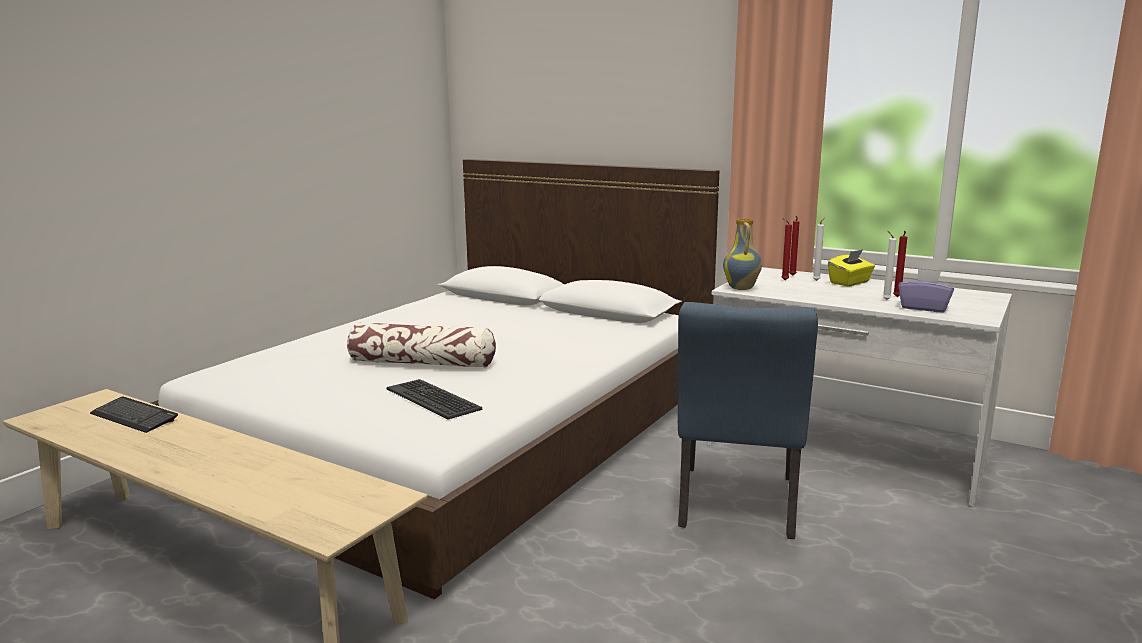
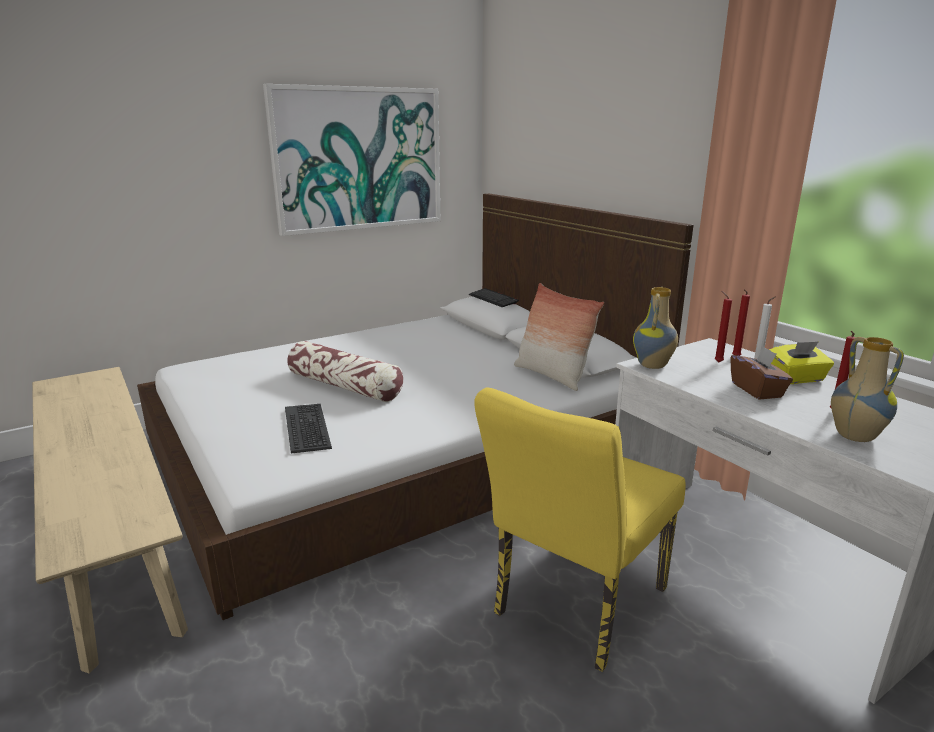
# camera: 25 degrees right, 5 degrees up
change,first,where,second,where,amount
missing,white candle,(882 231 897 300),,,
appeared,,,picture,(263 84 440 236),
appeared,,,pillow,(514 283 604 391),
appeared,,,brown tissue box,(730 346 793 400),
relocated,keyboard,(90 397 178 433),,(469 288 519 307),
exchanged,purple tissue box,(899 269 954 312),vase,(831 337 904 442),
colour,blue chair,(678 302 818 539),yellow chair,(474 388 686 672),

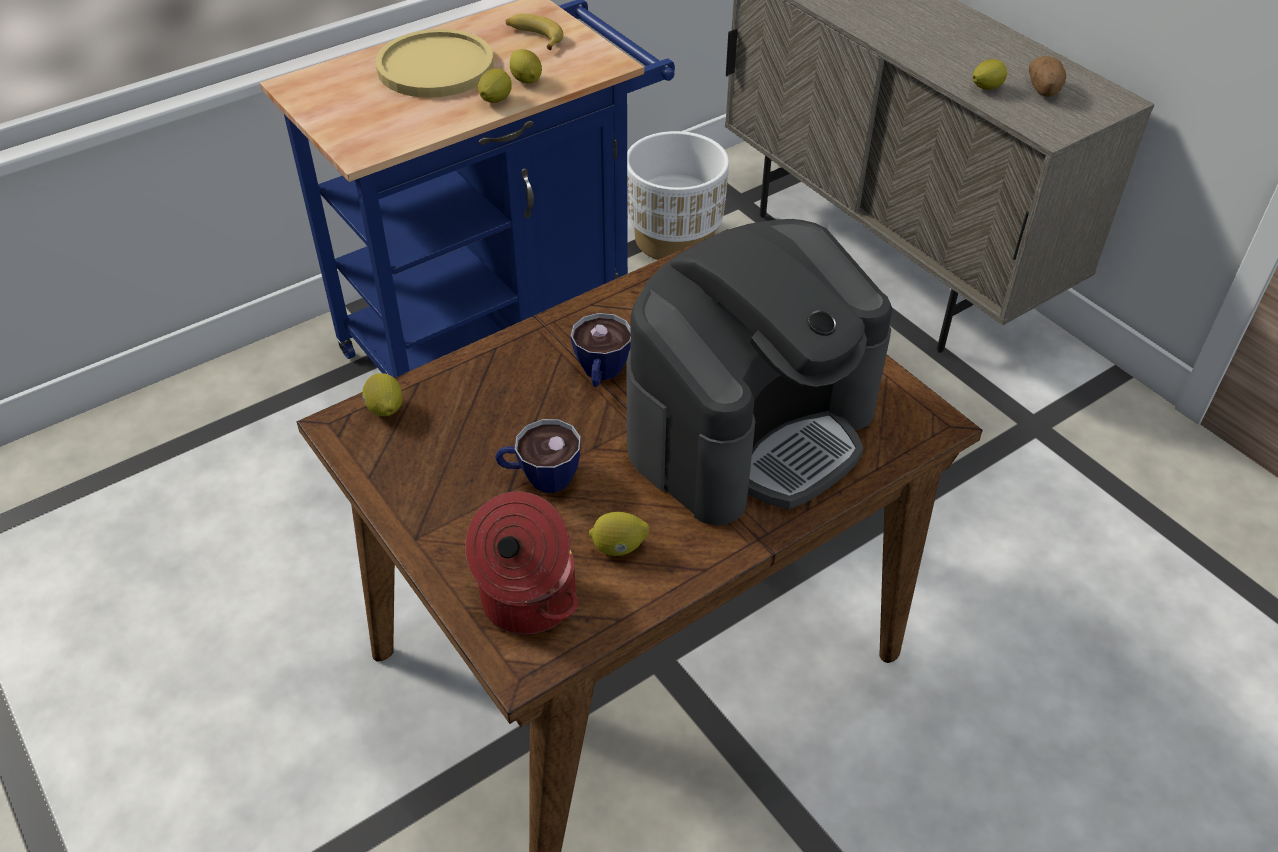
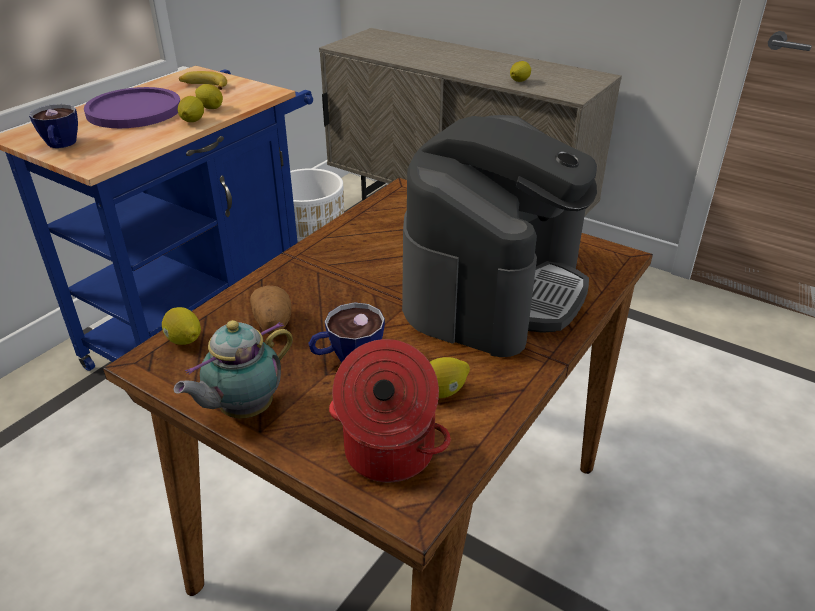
# camera: 20 degrees left, 10 degrees down
change,first,where,second,where,amount
appeared,,,teapot,(174 320 293 418),
relocated,cup,(571 313 630 387),,(29 104 78 148),
relocated,potato,(1029 56 1066 97),,(250 285 291 334),
colour,yellow plate,(376 29 494 98),purple plate,(84 87 180 128),

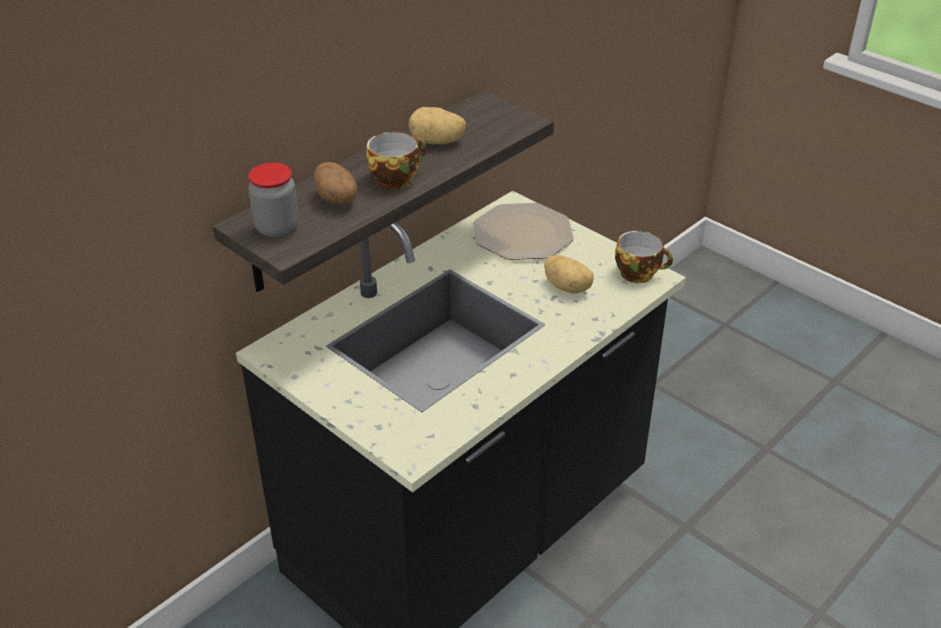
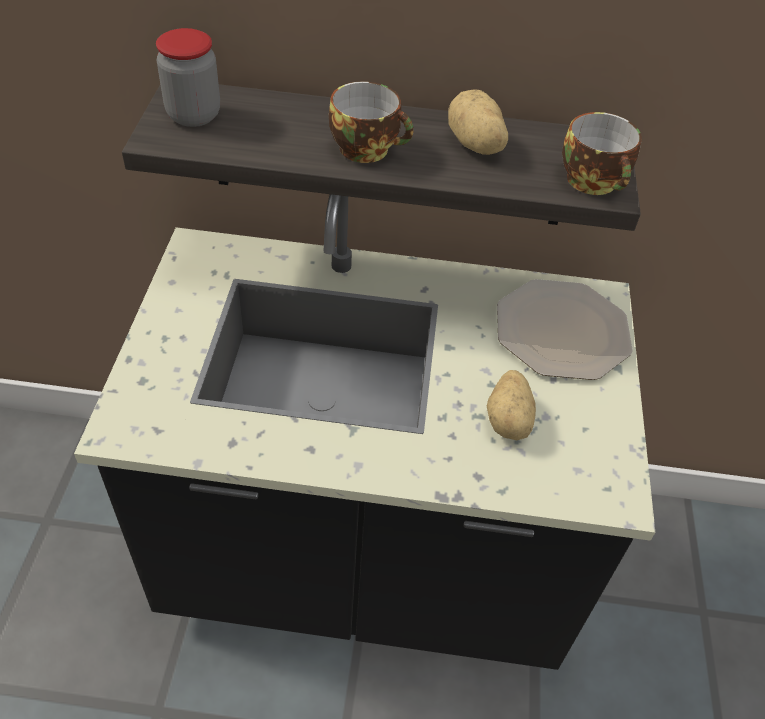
# camera: 50 degrees right, 10 degrees up
change,first,where,second,where,amount
missing,potato,(314 162 358 205),,,
relocated,cup,(615 231 673 283),,(562 112 642 195),

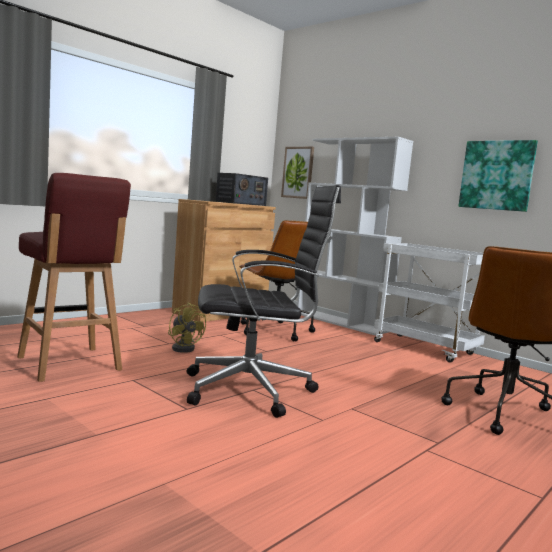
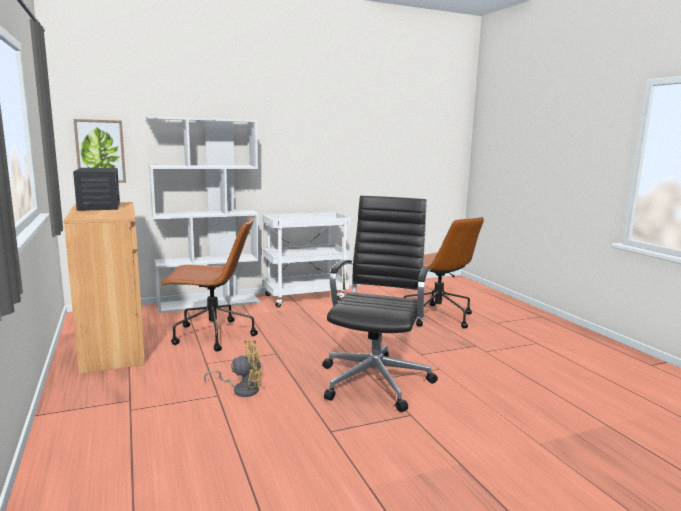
# camera: 65 degrees left, 5 degrees up
change,first,where,second,where,amount
missing,red stool,(17 173 131 382),,,
missing,picture,(458 140 538 212),,,

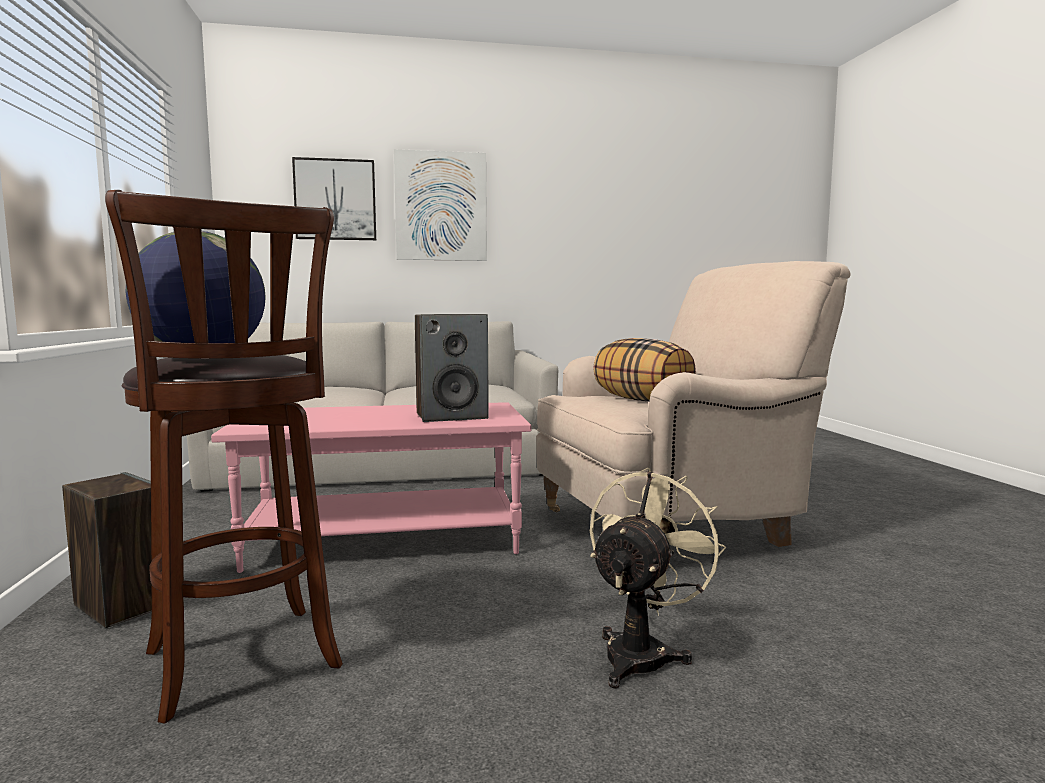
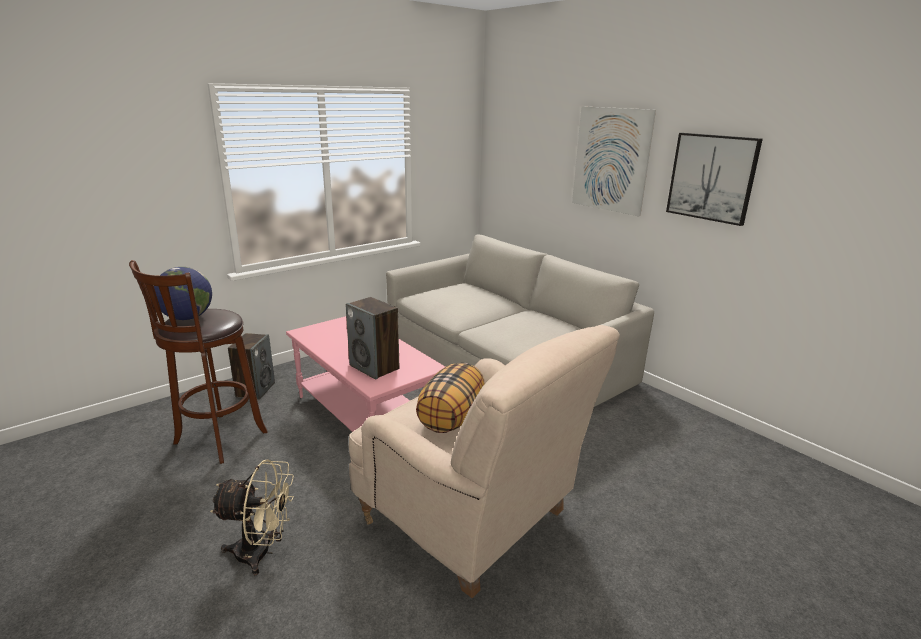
# camera: 60 degrees right, 15 degrees up
change,first,where,second,where,amount
relocated,picture,(292 157 376 240),,(666 133 763 226),

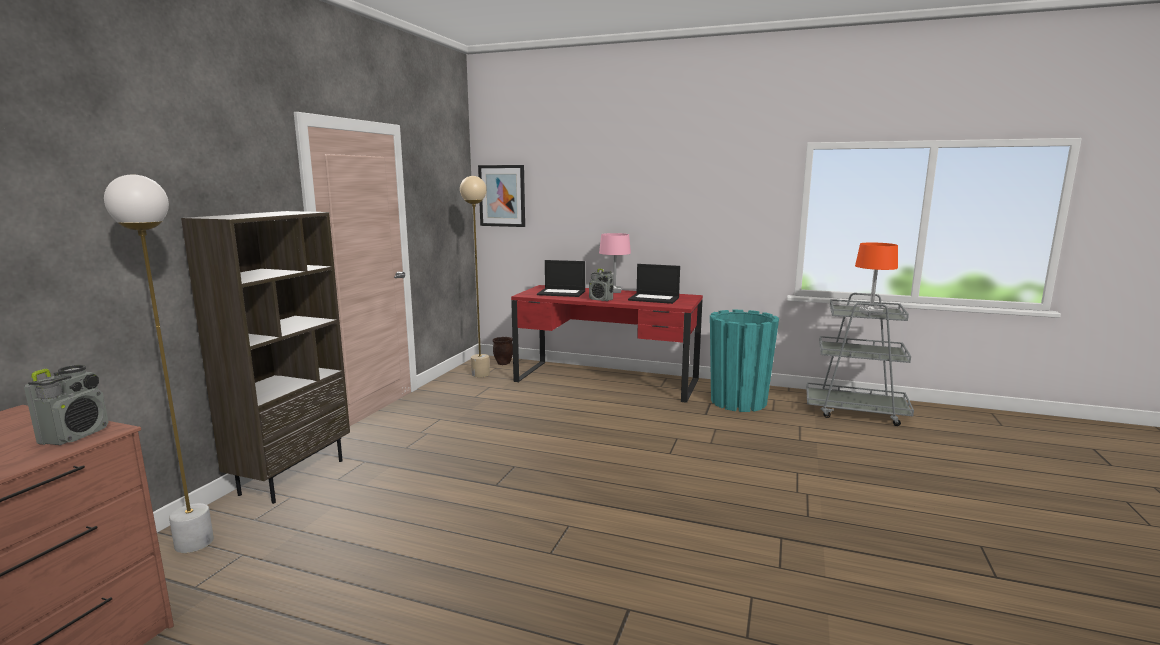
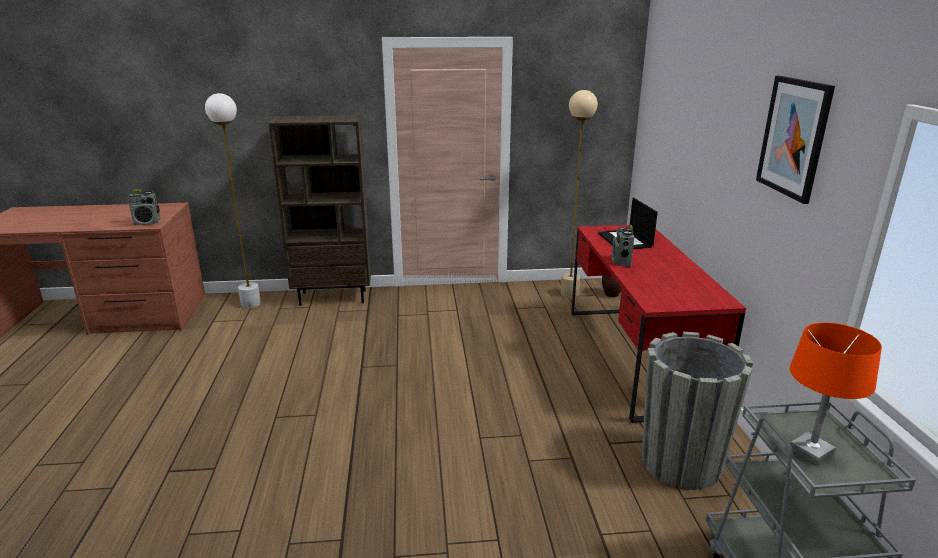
# camera: 65 degrees right, 10 degrees up
change,first,where,second,where,amount
missing,pink table lamp,(599 233 631 293),,,
missing,laptop,(628 264 680 304),,,
relocated,picture,(478 165 525 227),,(756 76 835 204),
colour,turquoise planter,(710 310 779 412),grey planter,(642 332 753 490),

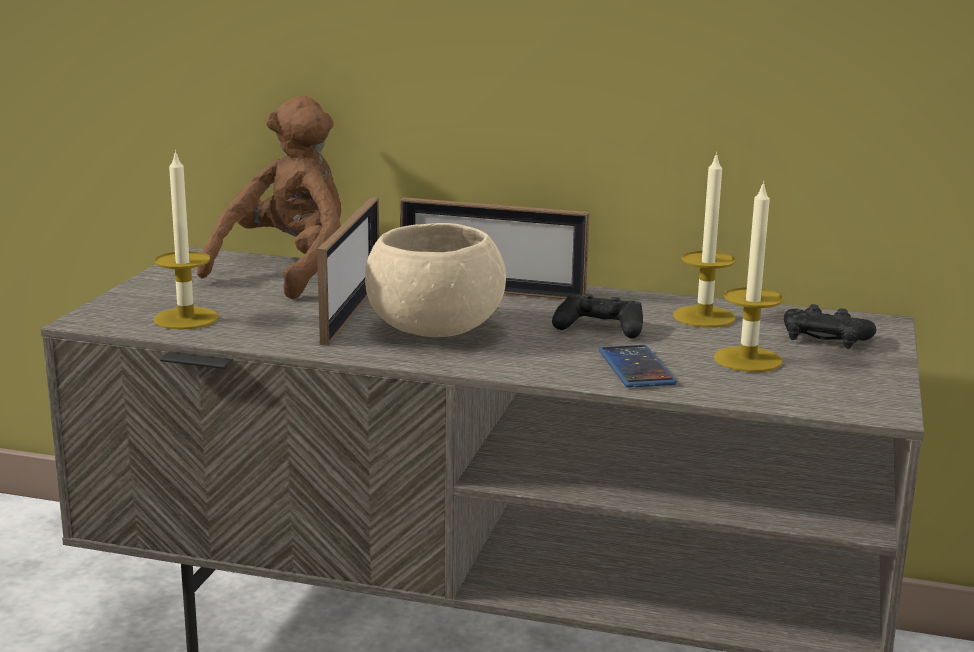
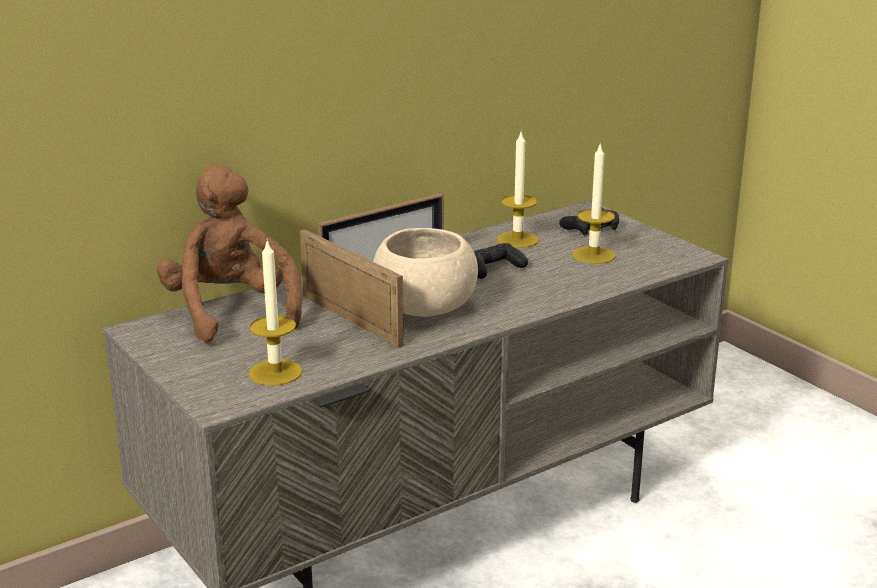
# camera: 50 degrees left, 5 degrees up
change,first,where,second,where,amount
missing,phone,(598 345 677 388),,,

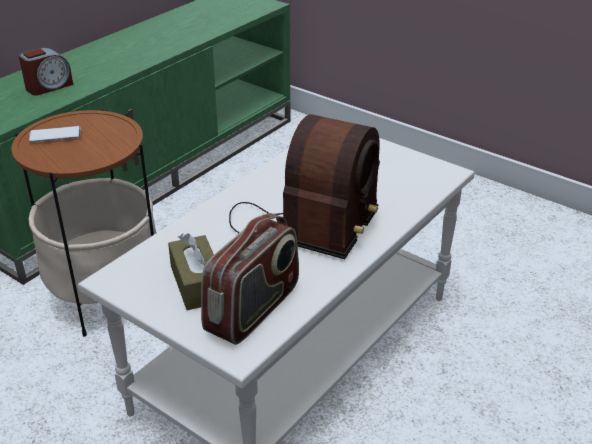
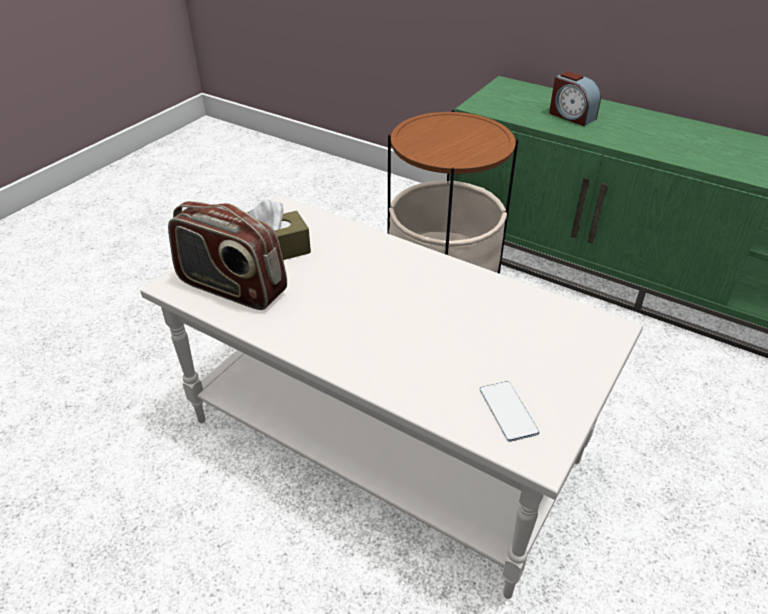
# camera: 85 degrees right, 5 degrees up
change,first,where,second,where,amount
missing,radio,(229 114 380 259),,,
relocated,phone,(29 126 81 142),,(480 381 540 442),

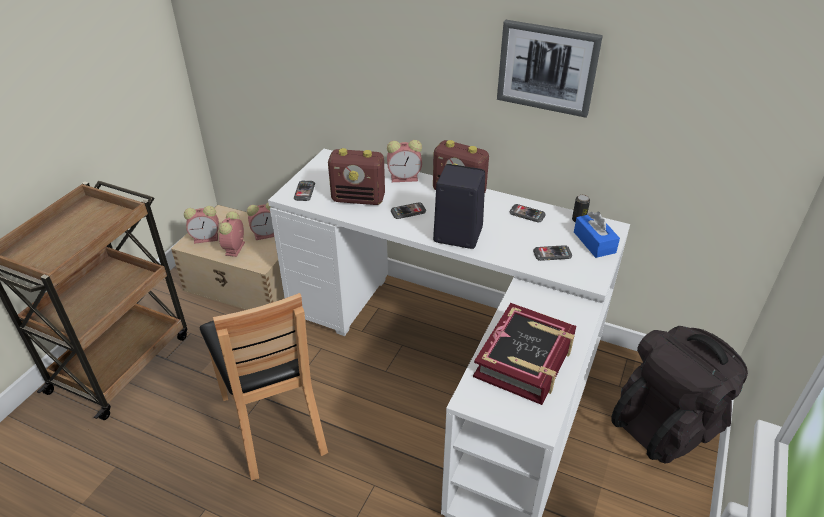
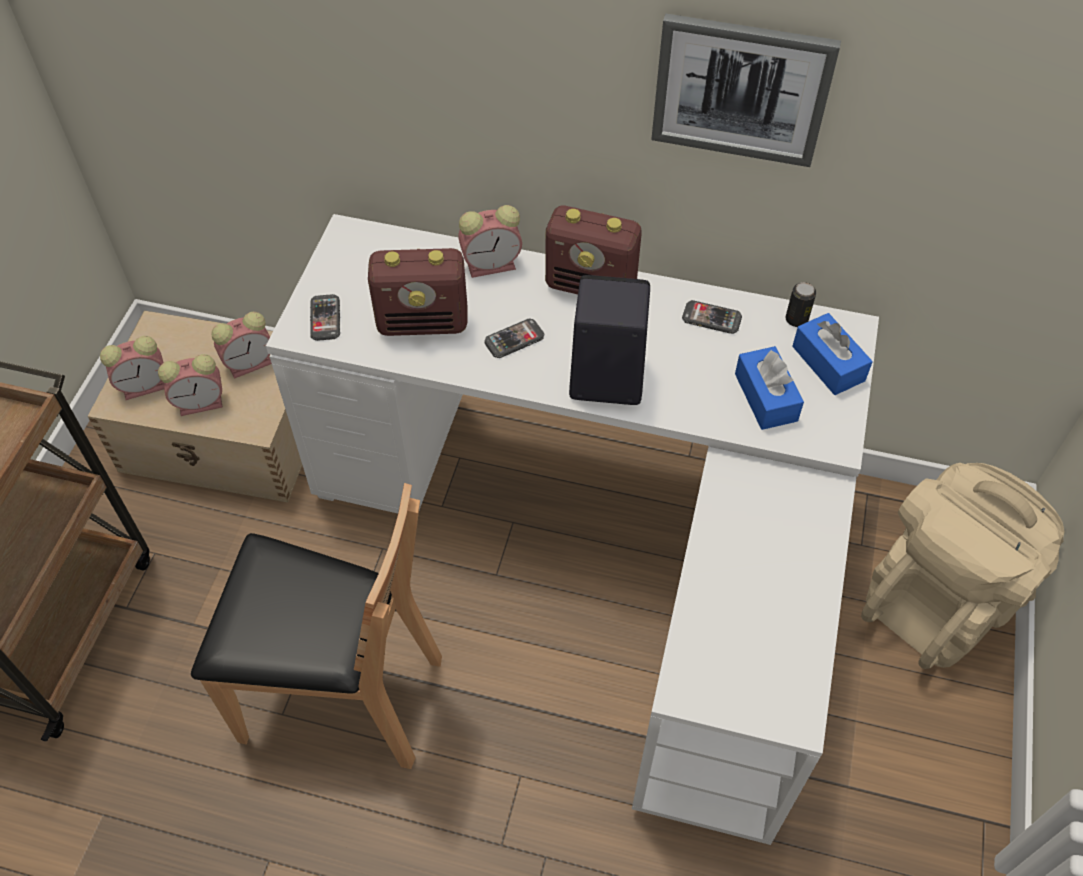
# camera: 10 degrees left, 15 degrees up
change,first,where,second,where,amount
missing,book,(473 303 576 405),,,
exchanged,phone,(533 245 572 261),blue tissue box,(735 346 804 430),
colour,black backpack,(611 326 748 463),beige backpack,(861 463 1064 669),
spun,brown chair,(200 293 328 480),,(191 483 442 769),45 degrees counterclockwise
spun,alarm clock,(219 211 245 257),,(158 354 222 416),105 degrees counterclockwise

